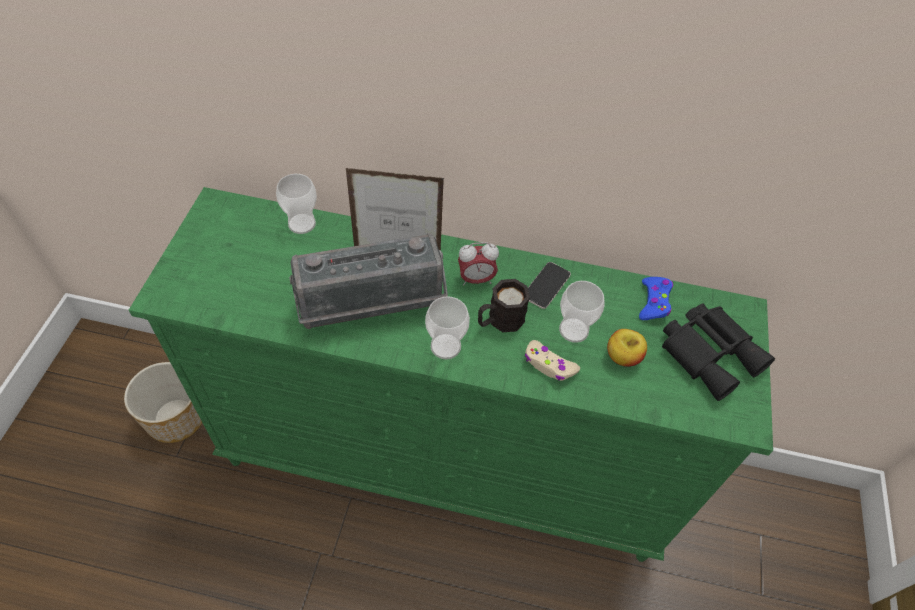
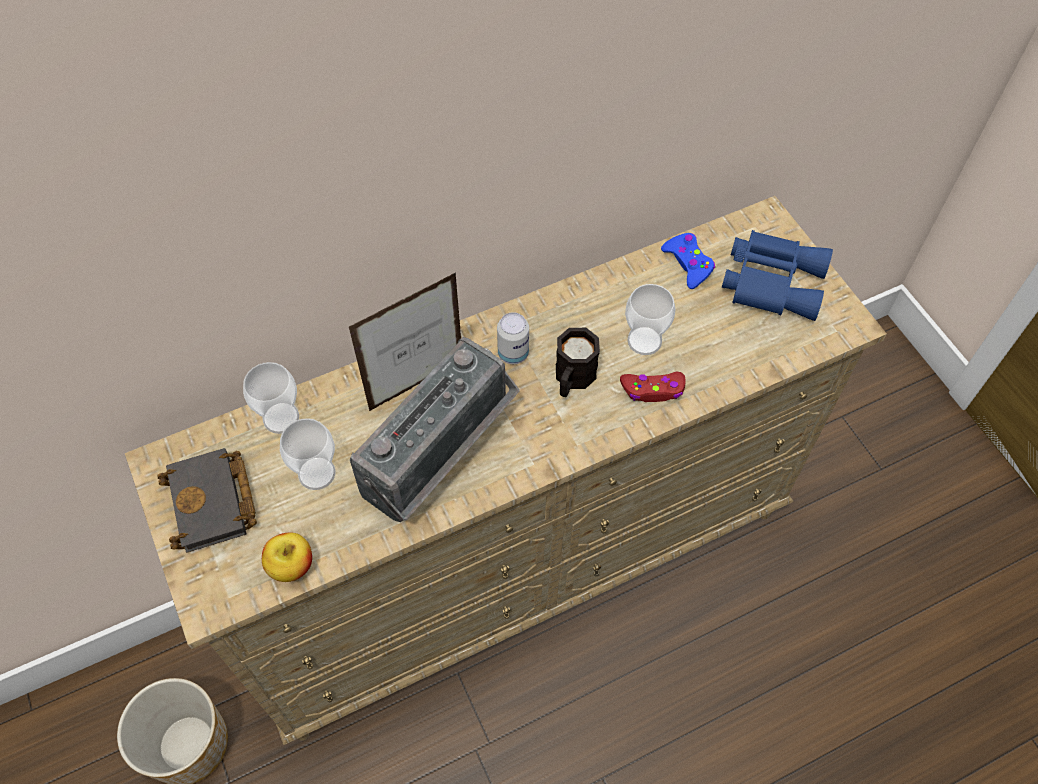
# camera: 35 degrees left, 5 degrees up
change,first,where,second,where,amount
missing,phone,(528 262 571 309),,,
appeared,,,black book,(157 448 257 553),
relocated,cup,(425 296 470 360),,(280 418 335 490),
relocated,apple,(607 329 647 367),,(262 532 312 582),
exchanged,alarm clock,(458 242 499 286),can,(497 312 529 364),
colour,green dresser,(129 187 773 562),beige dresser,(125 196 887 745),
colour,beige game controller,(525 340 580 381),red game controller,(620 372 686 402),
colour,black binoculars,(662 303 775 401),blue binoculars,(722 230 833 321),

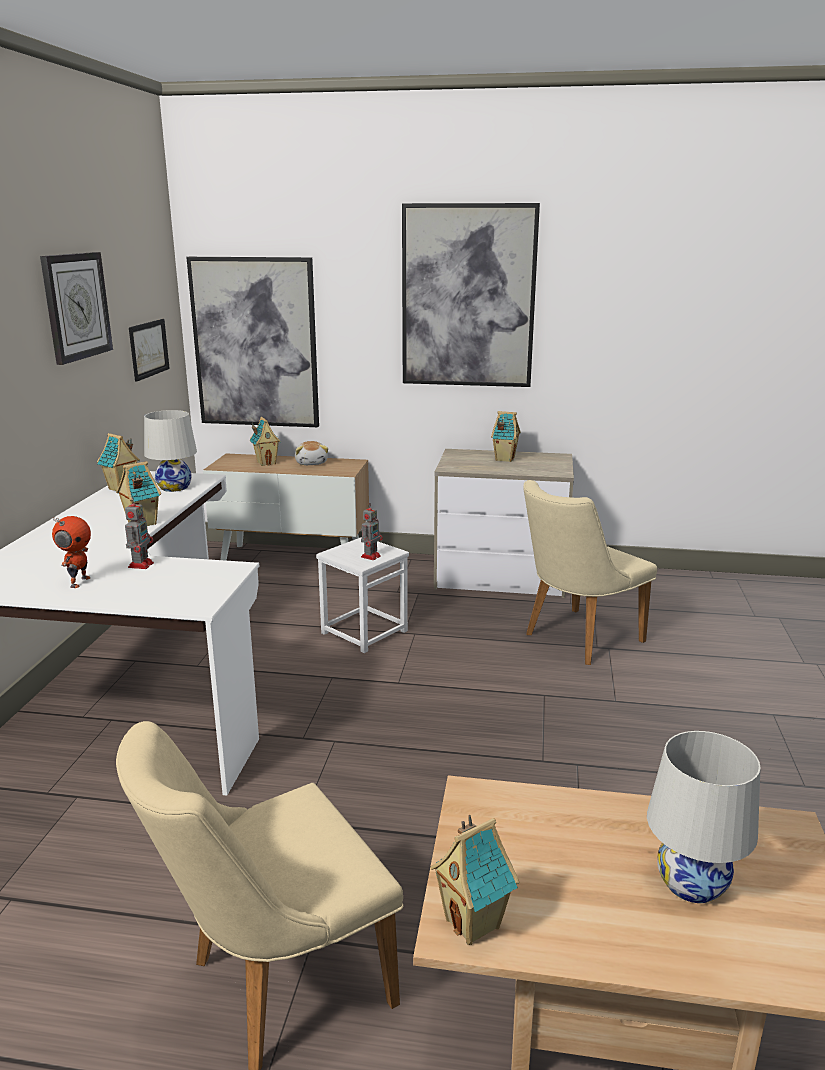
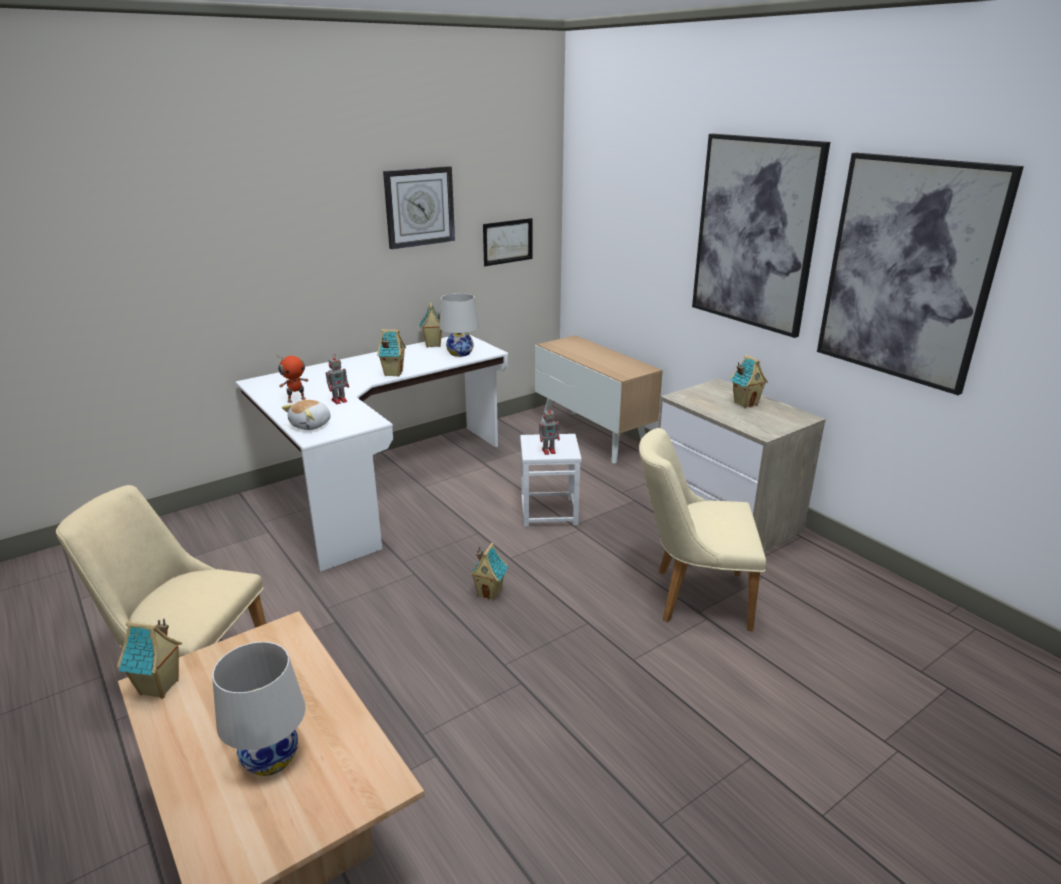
# camera: 45 degrees right, 5 degrees up
change,first,where,second,where,amount
relocated,picture,(186 257 319 427),,(817 153 1024 395),
relocated,toy house,(249 417 281 466),,(470 543 508 601),
relocated,plush toy,(295 441 328 465),,(282 400 331 430),

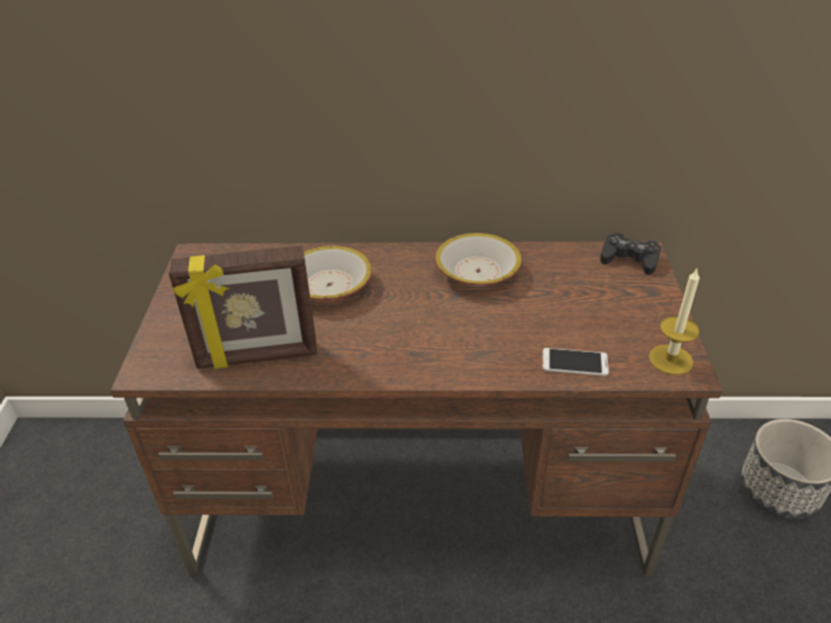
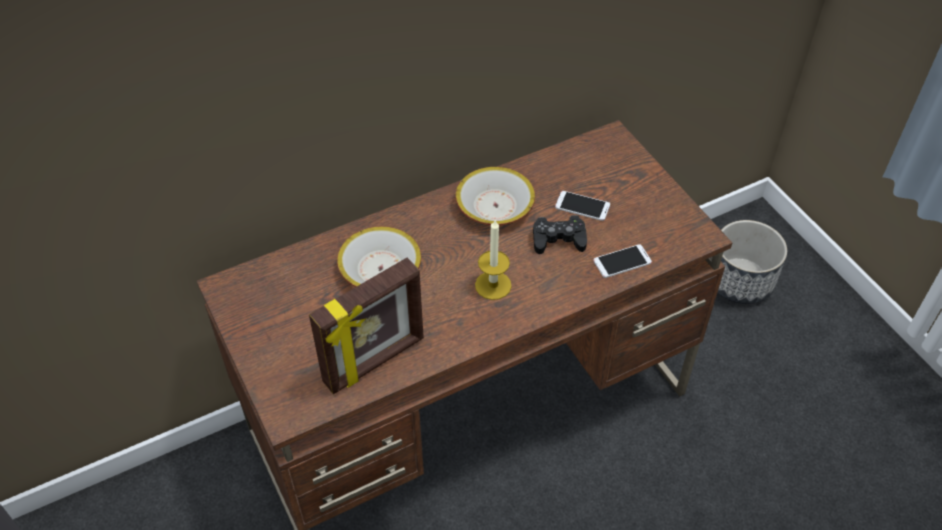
# camera: 30 degrees left, 10 degrees up
change,first,where,second,where,amount
appeared,,,phone,(555 191 610 221),
relocated,black game controller,(600 232 661 275),,(533 215 587 254),
relocated,candle,(649 267 700 375),,(475 220 512 300),

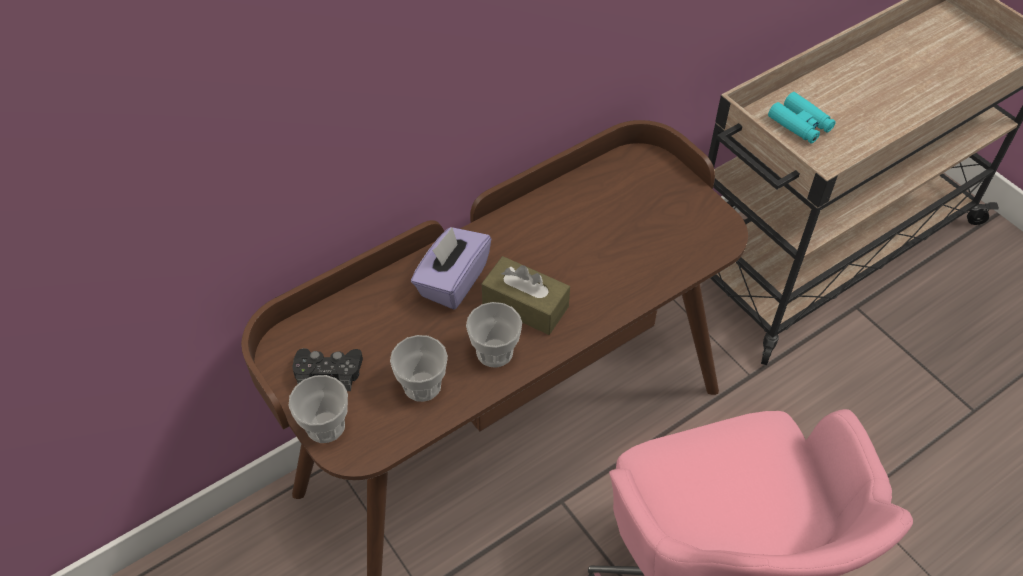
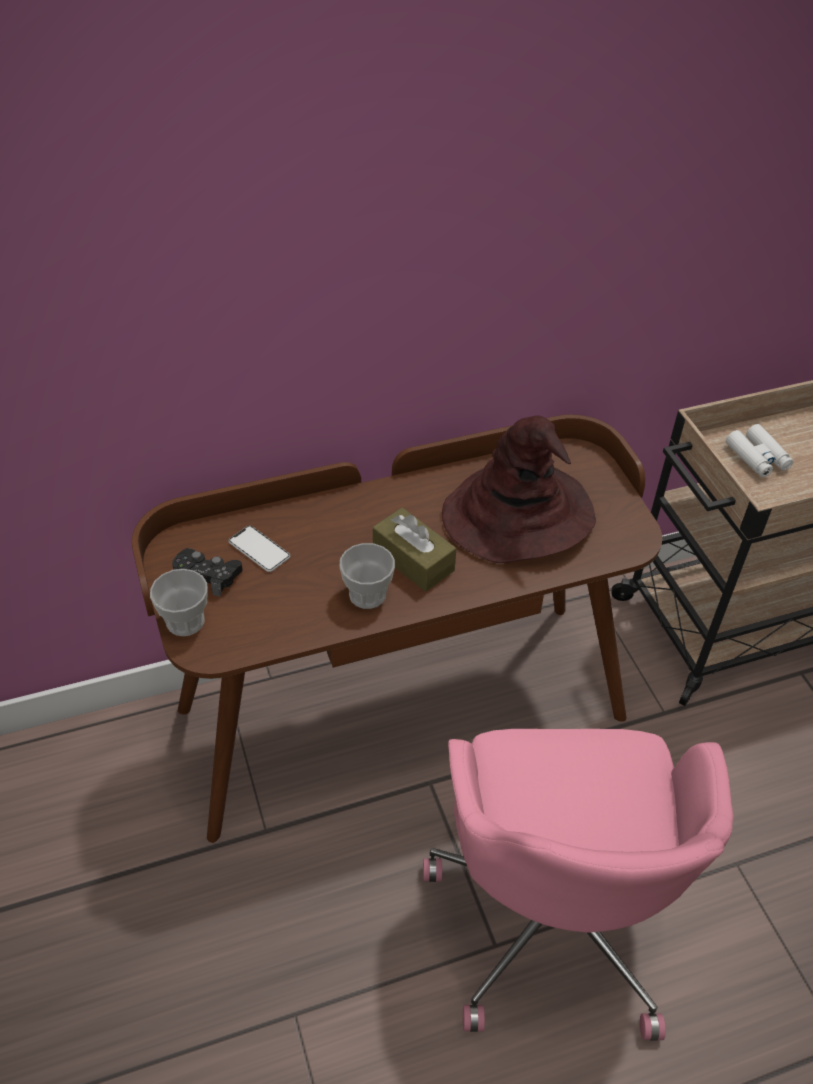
# camera: 15 degrees right, 5 degrees down
change,first,where,second,where,amount
missing,cup,(390 335 448 402),,,
missing,purple tissue box,(411 227 491 310),,,
appeared,,,phone,(229 526 291 572),
appeared,,,brown hat,(442 416 596 563),
colour,turquoise binoculars,(768 92 836 143),white binoculars,(726 424 794 477),

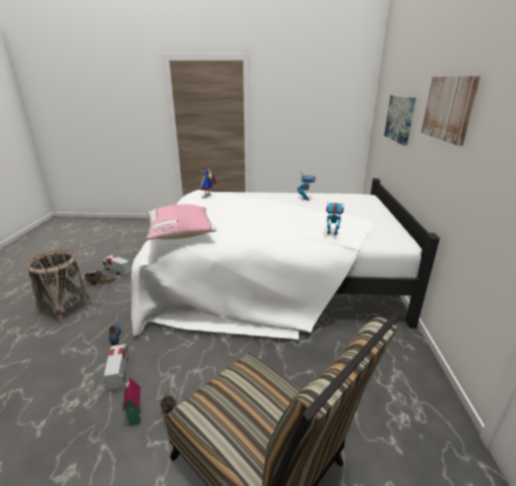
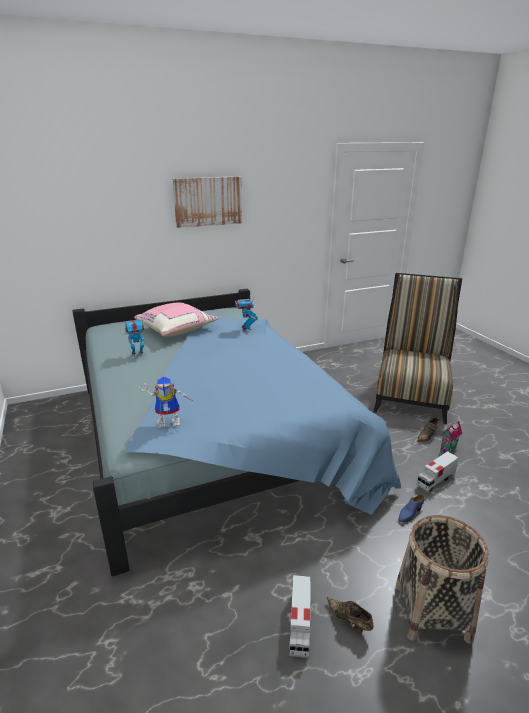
# camera: 115 degrees left, 0 degrees up
change,first,where,second,where,amount
missing,picture,(384 95 416 146),,,
relocated,pink pillow,(147 204 217 240),,(134 303 218 337),
colour,white bed,(131 178 440 339),blue bed,(73 288 401 576),

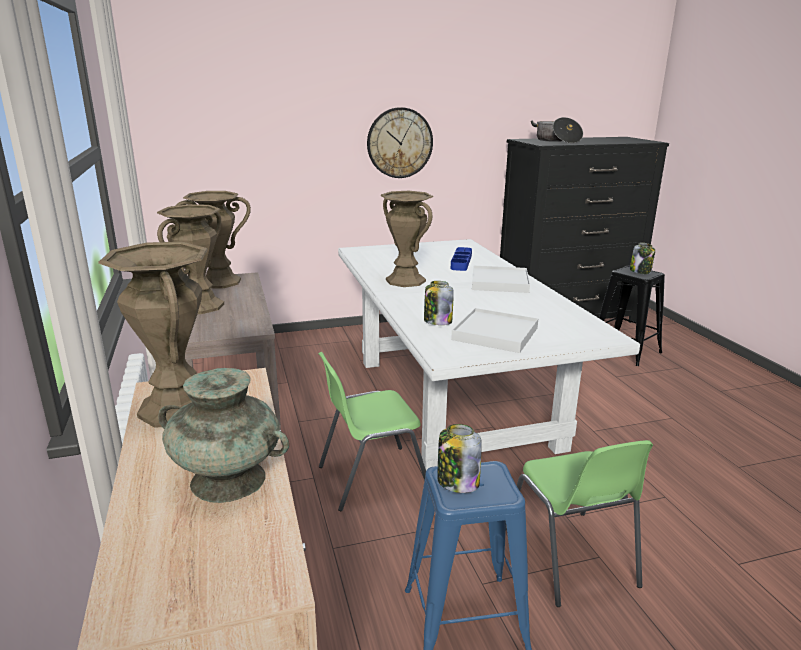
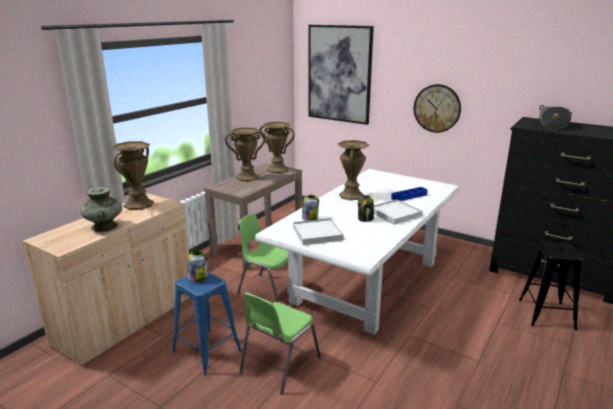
# camera: 50 degrees right, 0 degrees up
change,first,where,second,where,amount
appeared,,,picture,(308 25 374 125),
relocated,jar,(630 243 655 274),,(358 195 374 222),

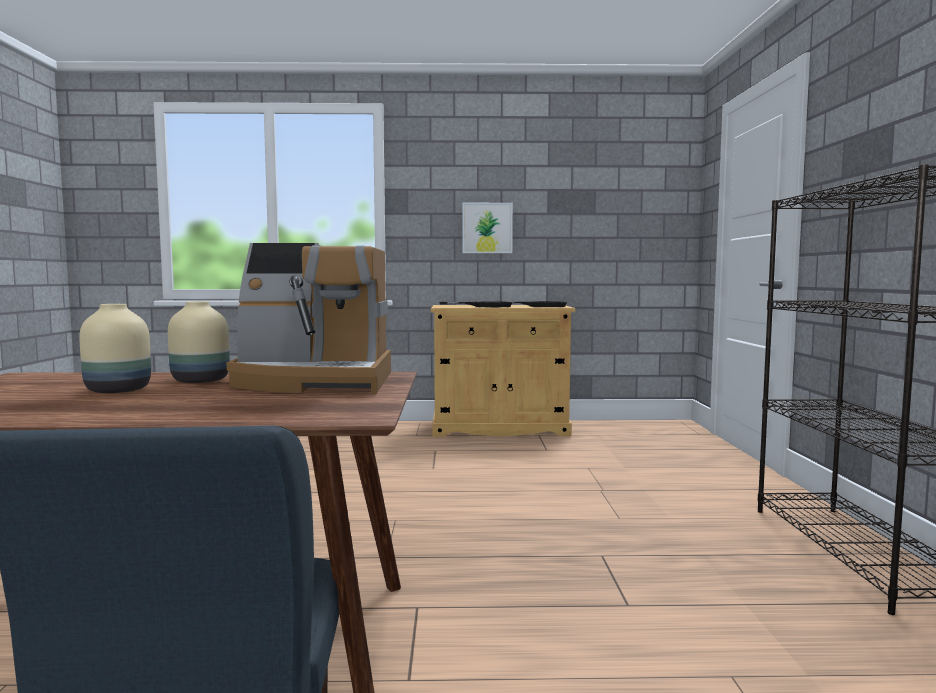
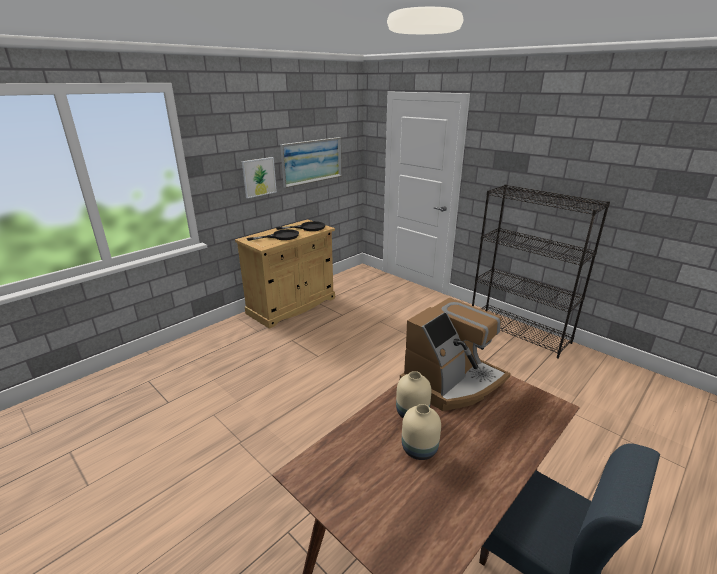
# camera: 45 degrees left, 20 degrees up
change,first,where,second,where,amount
appeared,,,picture,(280 137 342 188),

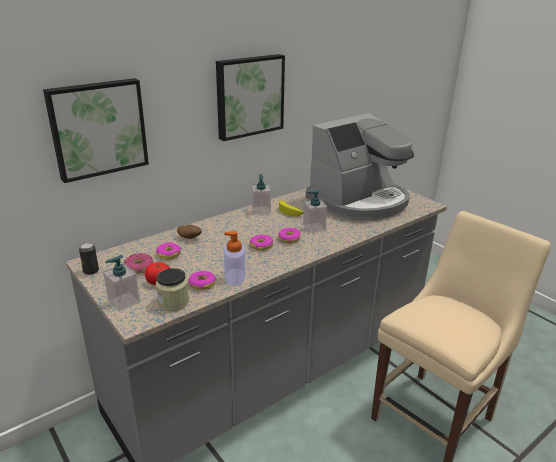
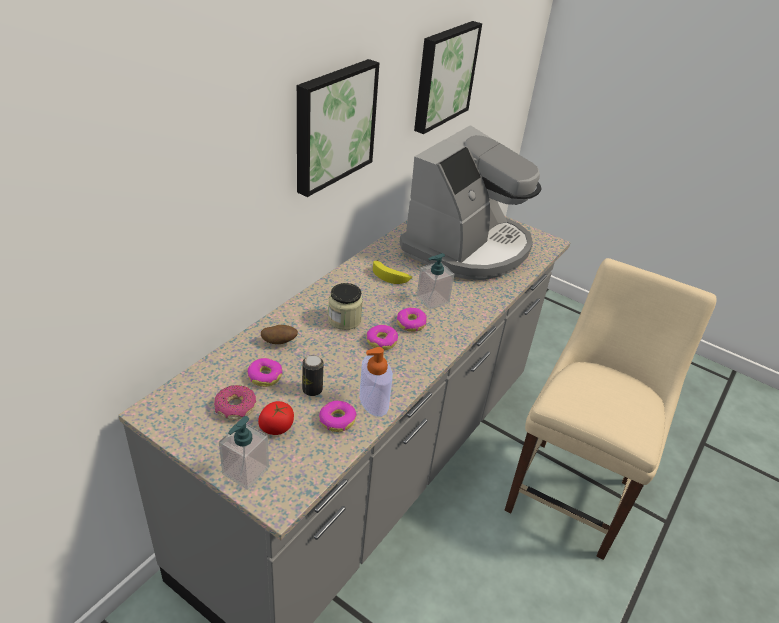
# camera: 20 degrees left, 10 degrees up
change,first,where,second,where,amount
missing,soap dispenser,(251 174 271 215),,,
relocated,picture,(43 78 149 183),,(414 21 482 134),
relocated,can,(79 243 99 275),,(302 355 323 396),
relocated,jar,(156 268 189 311),,(328 283 363 330),

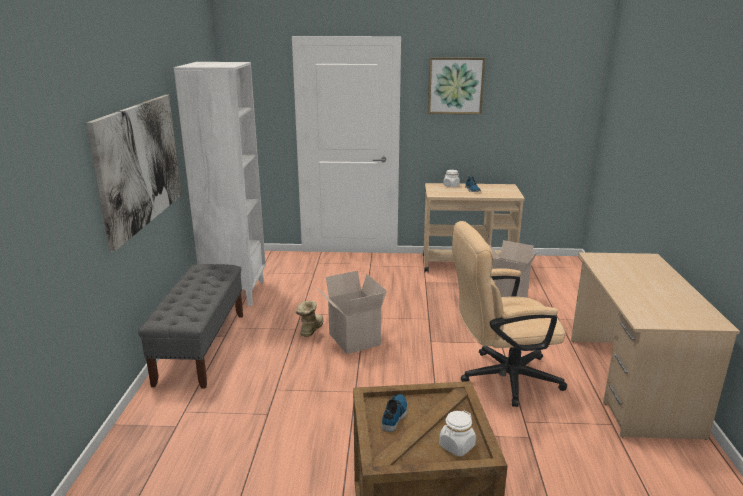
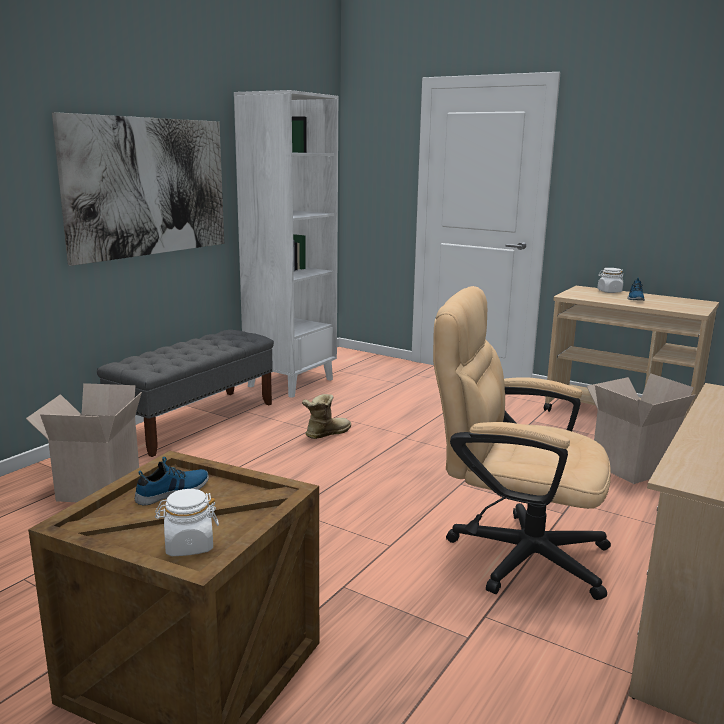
# camera: 30 degrees right, 5 degrees down
change,first,where,second,where,amount
missing,picture,(428 57 485 114),,,
relocated,cardboard box,(317 271 387 354),,(26 383 142 502),

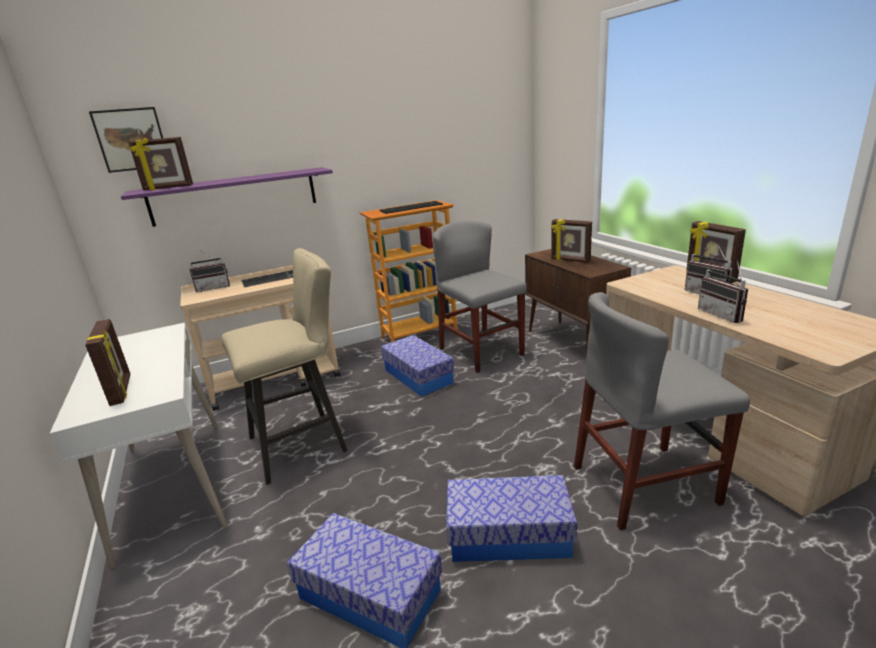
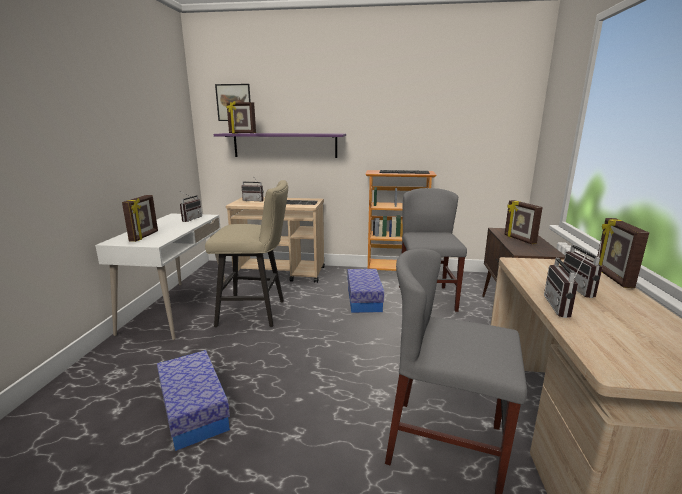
# camera: 30 degrees right, 5 degrees down
change,first,where,second,where,amount
missing,storage box,(446 475 577 562),,,
appeared,,,radio,(179 191 202 222),

